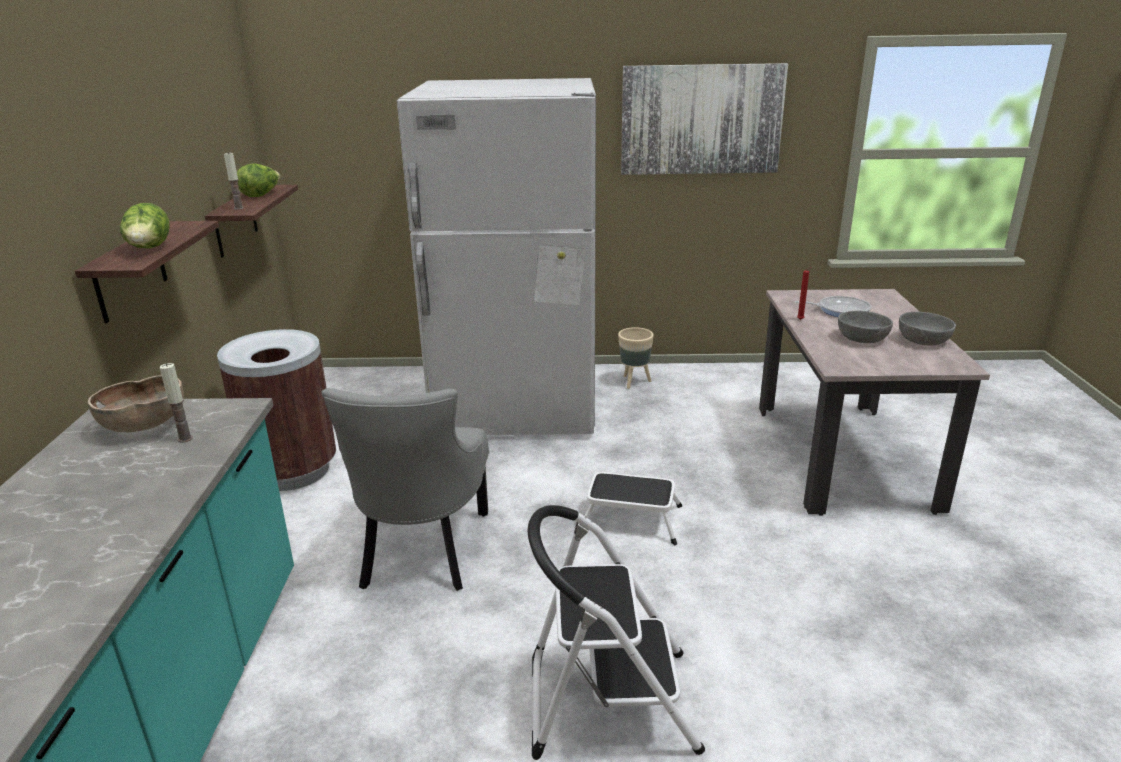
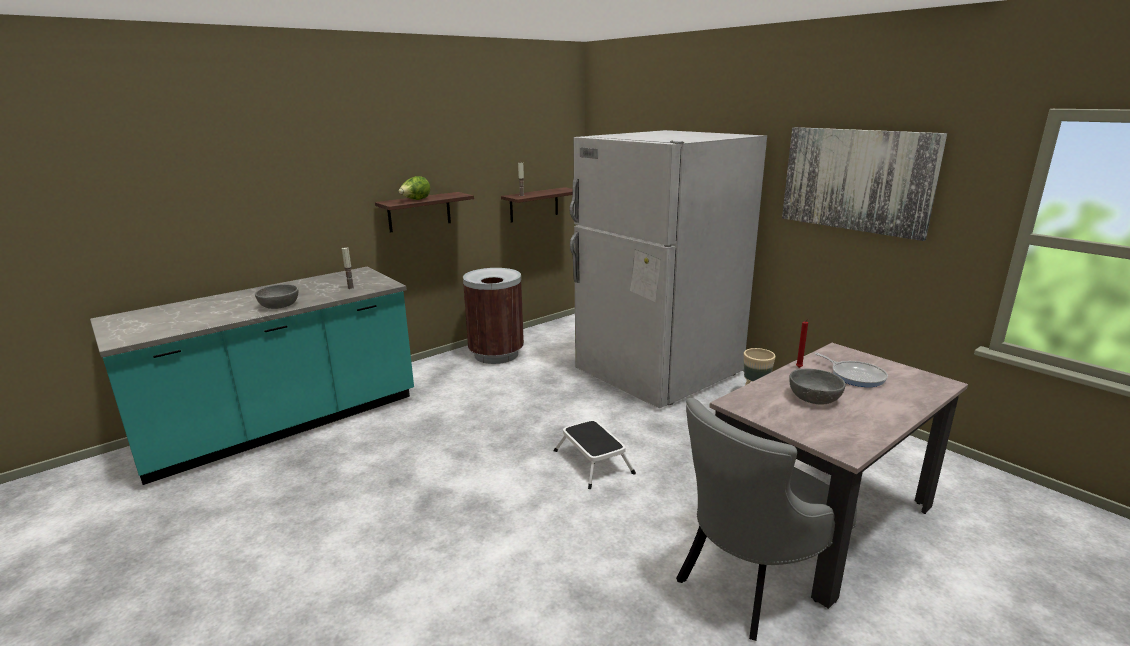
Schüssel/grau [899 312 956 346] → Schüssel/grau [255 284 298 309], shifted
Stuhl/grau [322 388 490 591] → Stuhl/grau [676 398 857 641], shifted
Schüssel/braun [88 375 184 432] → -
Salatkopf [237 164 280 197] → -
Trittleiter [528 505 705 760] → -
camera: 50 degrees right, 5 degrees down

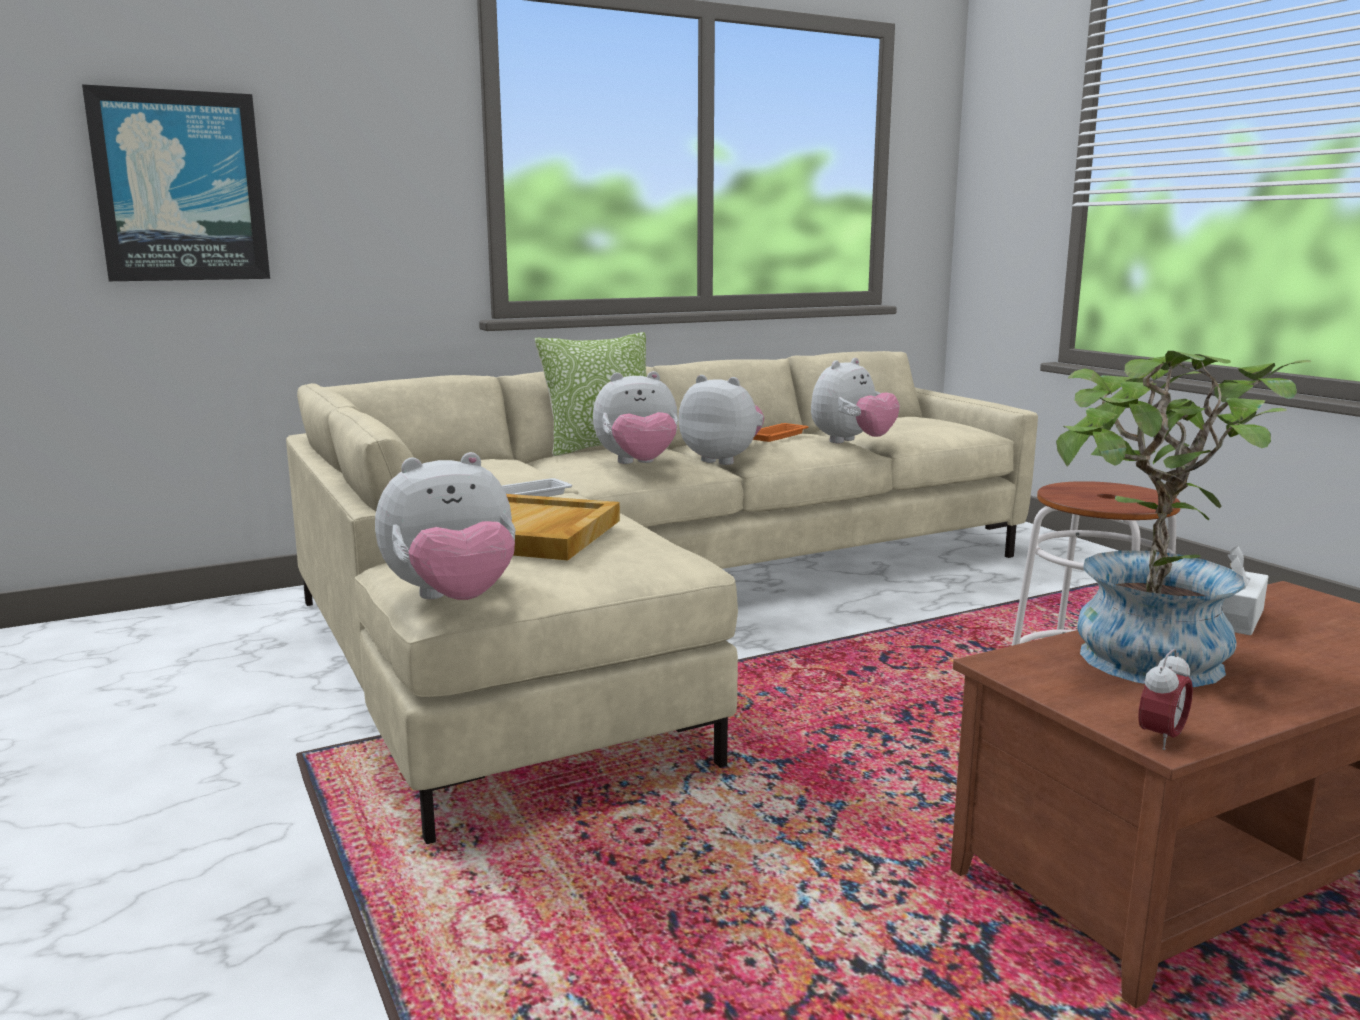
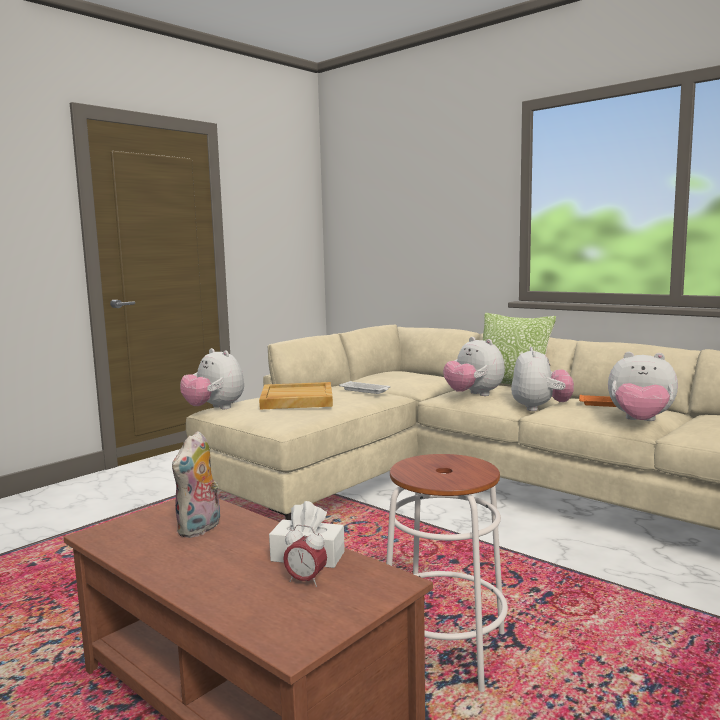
Topfpflanze [1056 351 1311 687] → Plüschtier [172 431 220 538]
Wecker [1138 649 1193 750] → Wecker [283 525 327 587], shifted
Bild [82 84 270 281] → -
camera: 70 degrees right, 5 degrees down

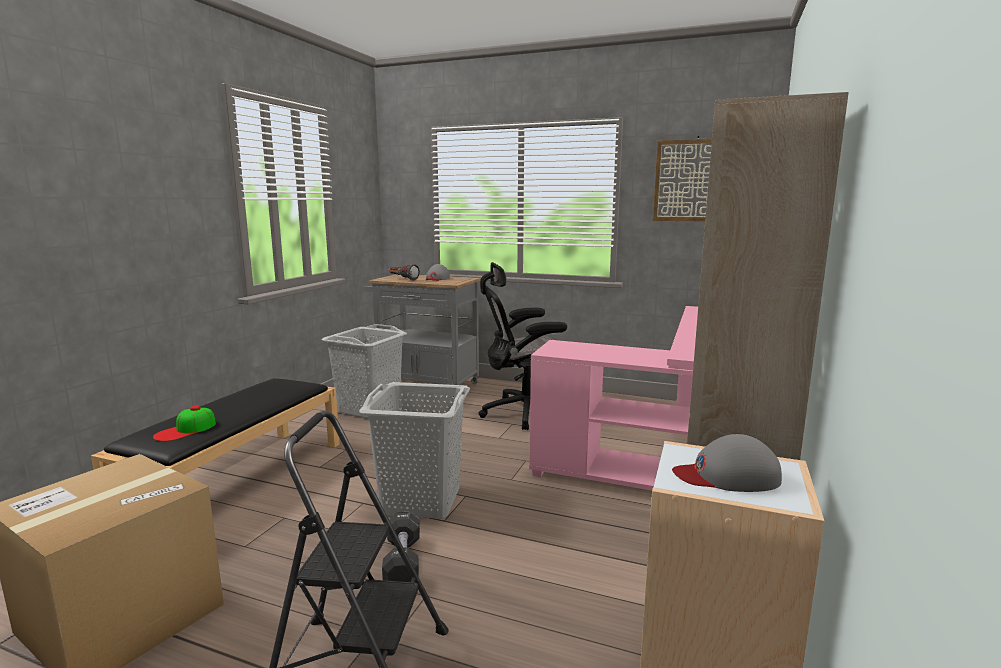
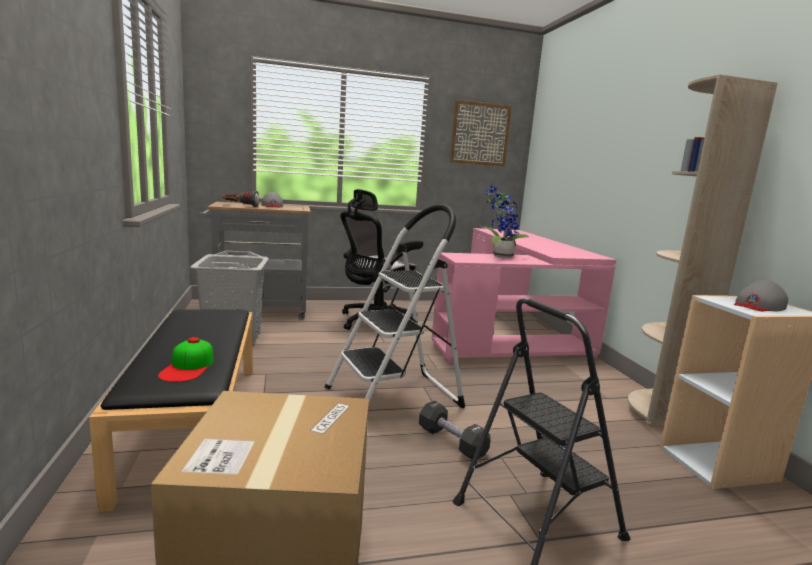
Wäschekorb/grau [359 382 470 519] → Trittleiter [325 204 465 408]
- → Topfpflanze [485 185 529 258]
camera: 35 degrees left, 0 degrees up

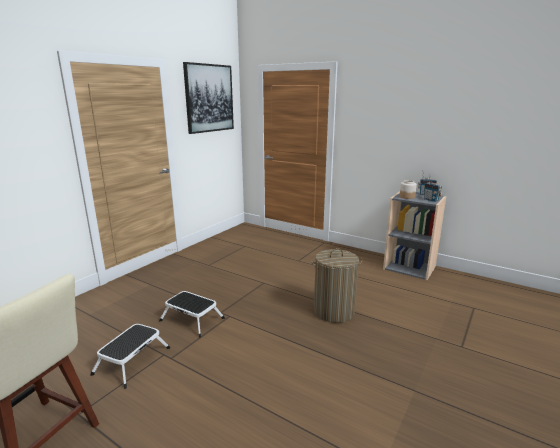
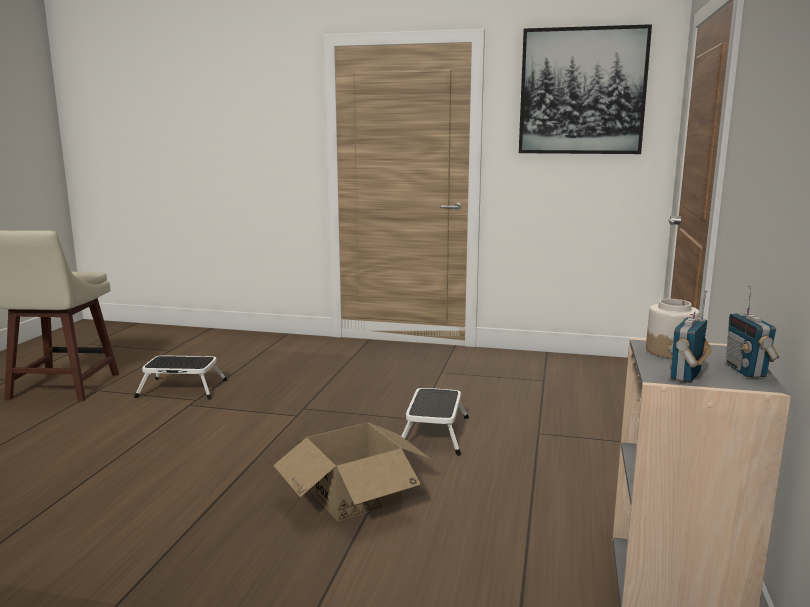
Wäschekorb [311 248 363 323] → Karton [273 422 433 521]
Trittleiter/schwarz [159 291 225 338] → Trittleiter/schwarz [402 388 469 456], shifted
camera: 70 degrees right, 5 degrees down

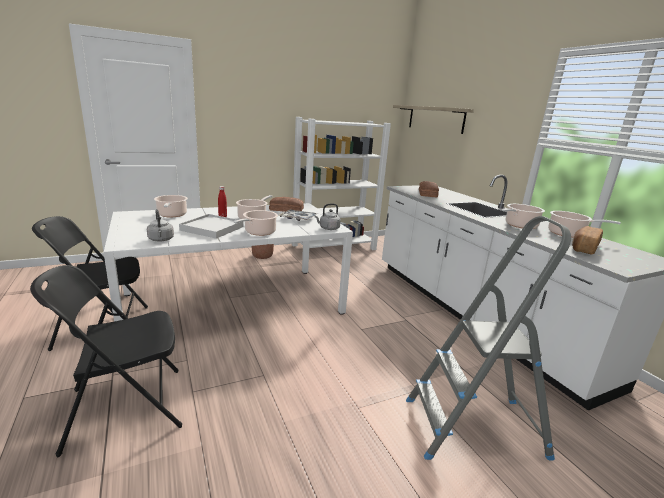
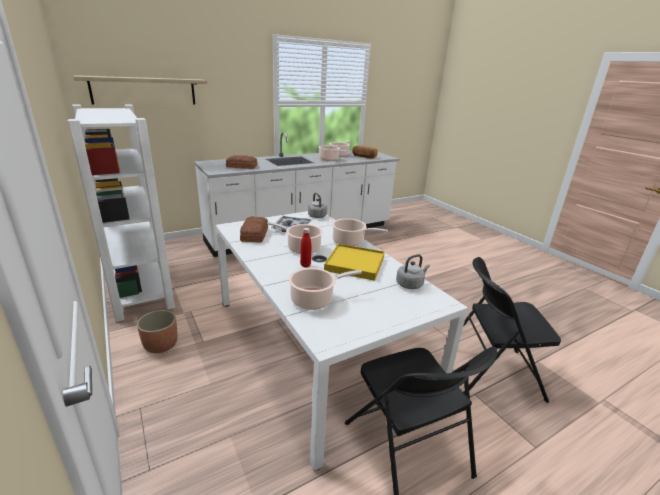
Tablett/weiß [179 214 243 239] → Tablett/gelb [324 244 385 281]
Stuhl/schwarz [30 265 182 457] → Stuhl/schwarz [463 257 561 403], 120 degrees clockwise
Trittleiter/grau [406 216 571 460] → -
camera: 95 degrees left, 5 degrees up

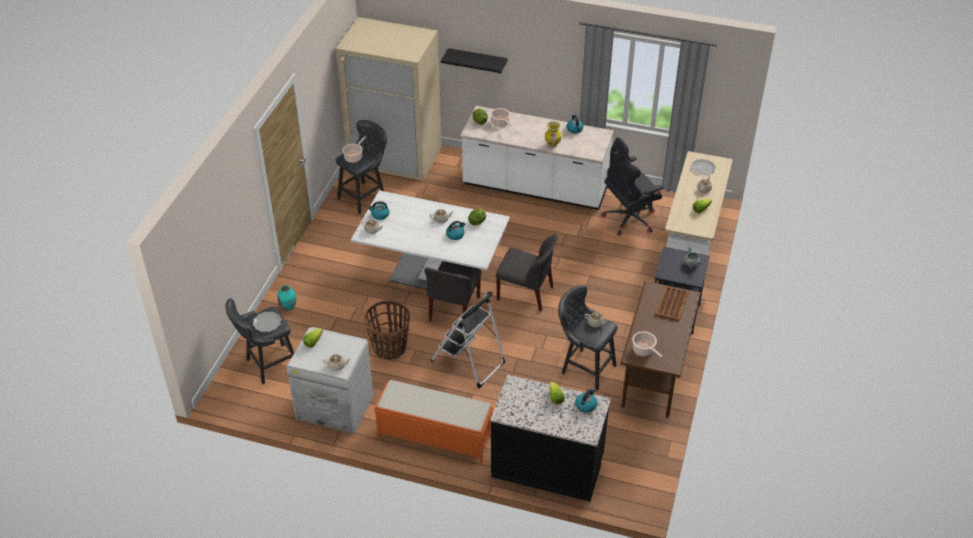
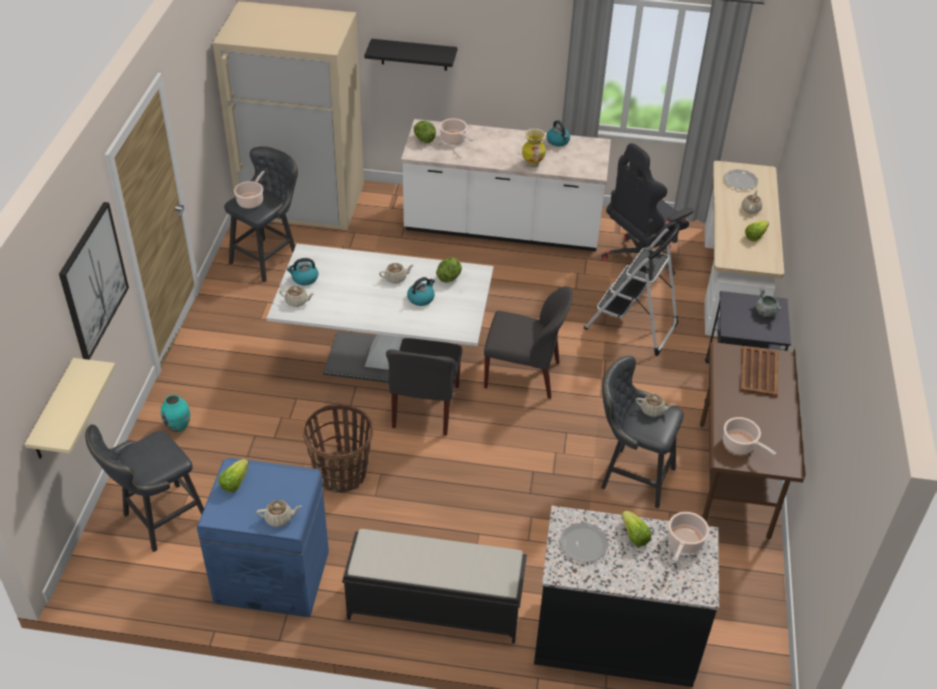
- → Wandregal/beige [25 358 116 459]
- → Bild [59 202 129 360]
Waschmaschine/weiß [287 327 373 434] → Waschmaschine/blau [197 458 329 617]
Bank/orange [374 380 494 464] → Bank/schwarz [342 529 527 644]
Teller [253 312 281 332] → Teller [560 522 609 563], shifted
Trittleiter [431 291 505 388] → Trittleiter [584 223 680 356], shifted
Wasserkessel [575 388 597 413] → Kochtopf [668 512 709 562]
camera: 10 degrees left, 0 degrees up

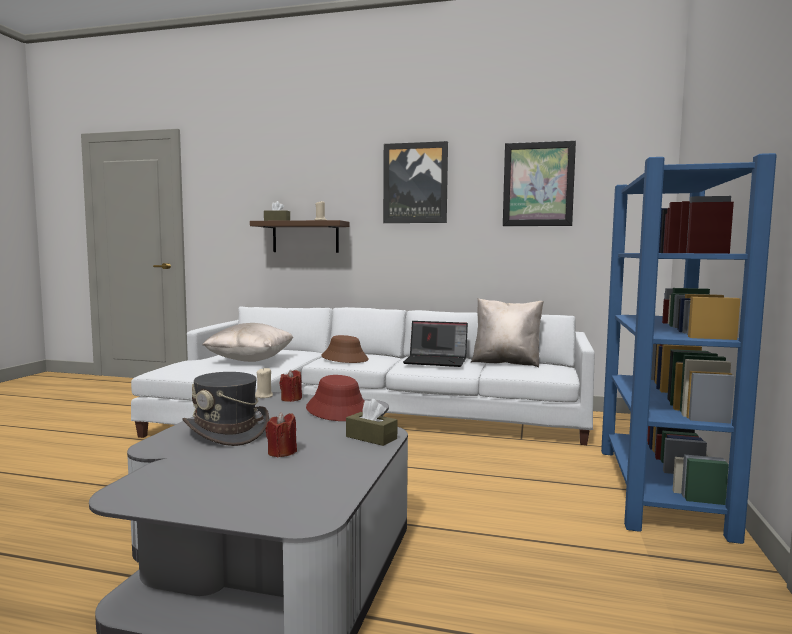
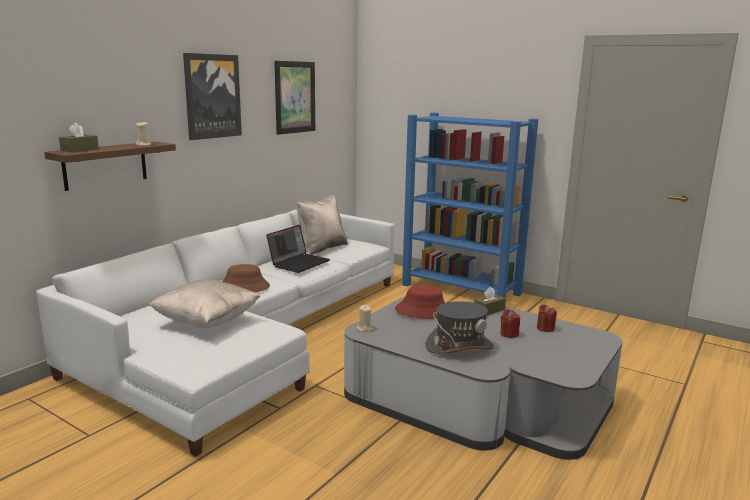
Kerze/rot [279 369 302 402] → Kerze/rot [537 304 557 332], shifted
camera: 70 degrees left, 10 degrees up

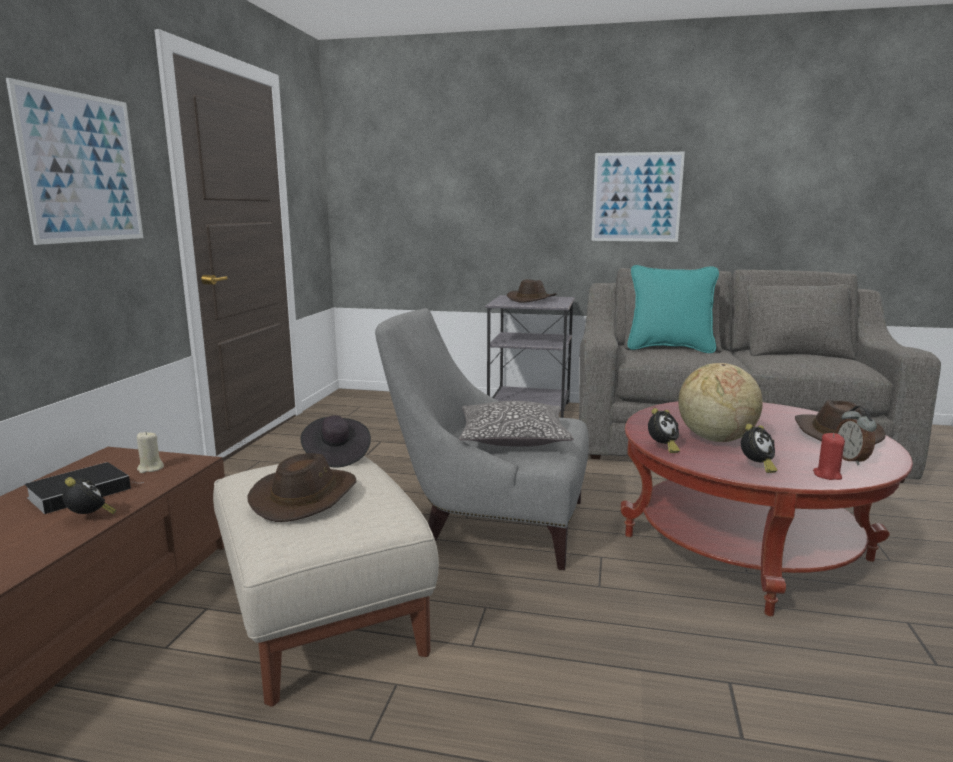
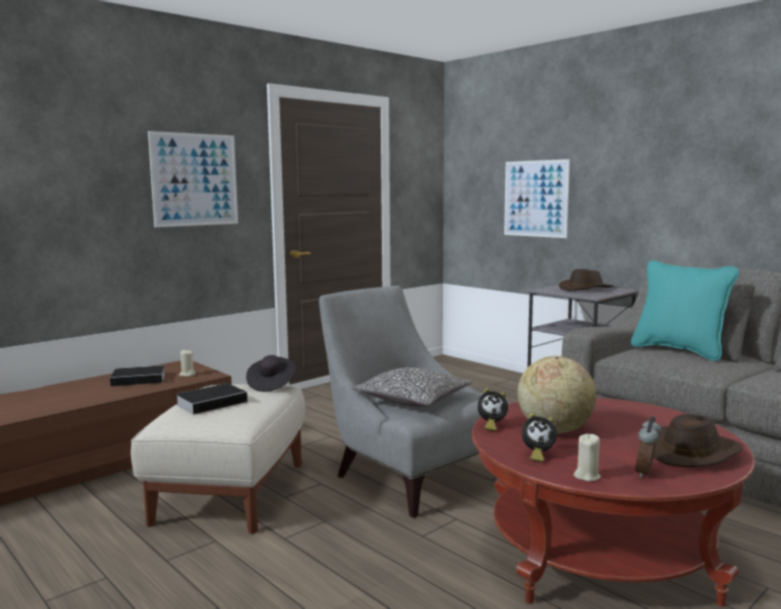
Hut/braun [247 453 356 522] → Buch [175 383 253 415]
Bild [591 152 685 242] → Bild [504 159 570 238], shifted
Kerze/rot [813 433 845 480] → Kerze/beige [574 434 601 482]
Wecker [62 477 117 514] → -
camera: 35 degrees right, 5 degrees down

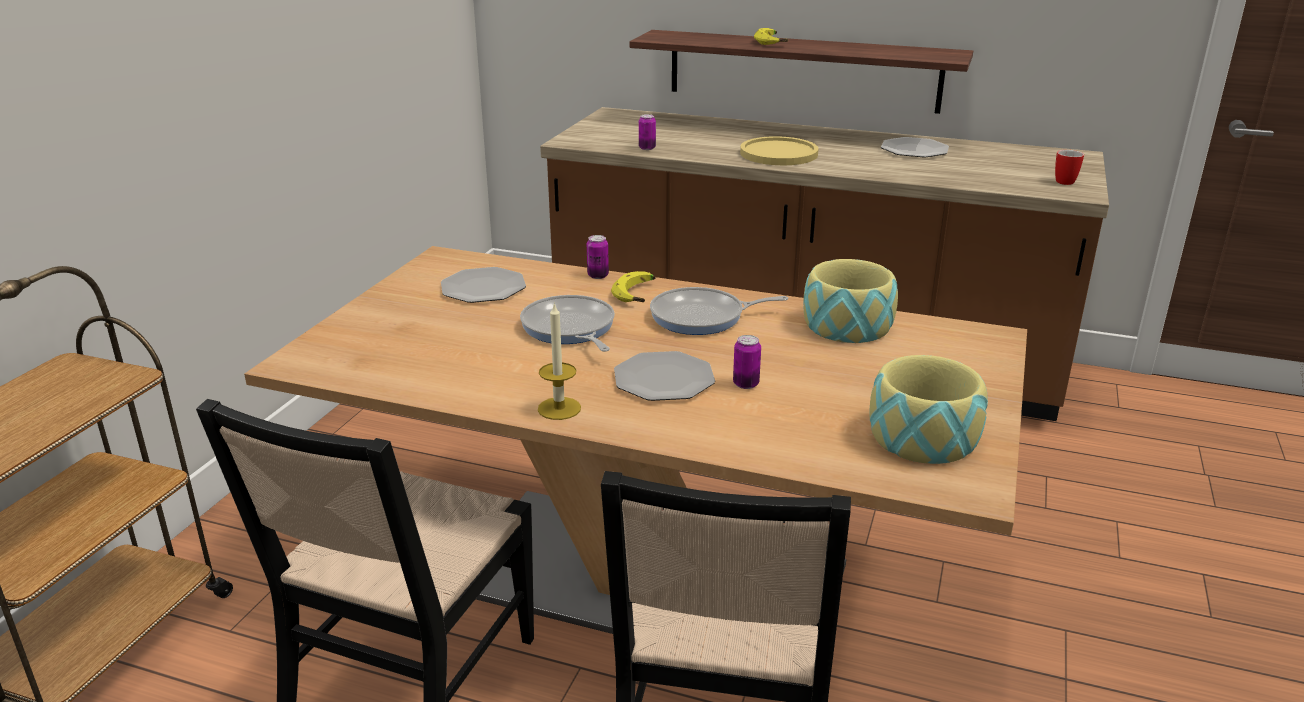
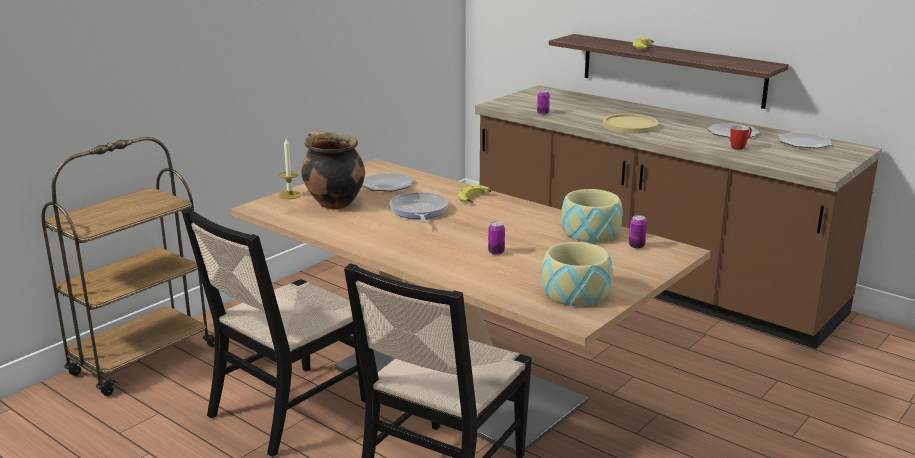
Kerze [538 302 581 420] → Kerze [279 139 301 199], shifted
- → Kochtopf [301 132 365 210]
Dose [587 235 609 279] → Dose [629 215 647 249], shifted
Henkelbecher [1055 150 1084 185] → Henkelbecher [730 125 752 150], shifted
Teller [614 351 715 401] → Teller [778 132 832 148], shifted
Pfanne [650 287 788 335] → -
camera: 20 degrees right, 5 degrees down

